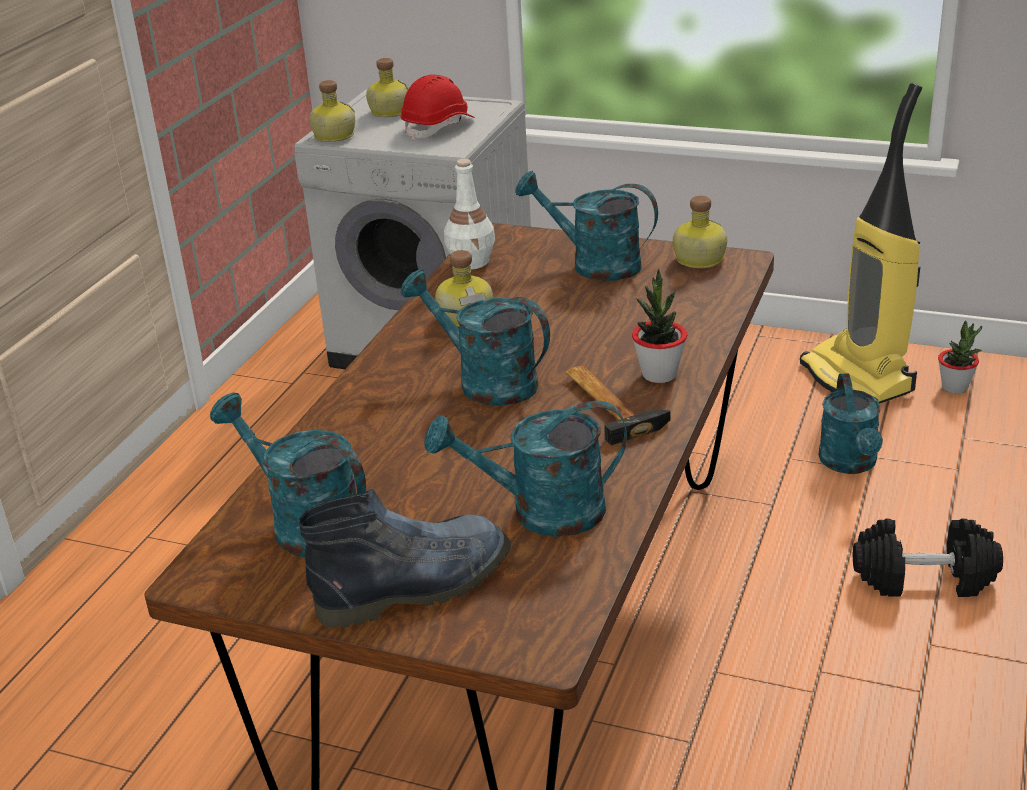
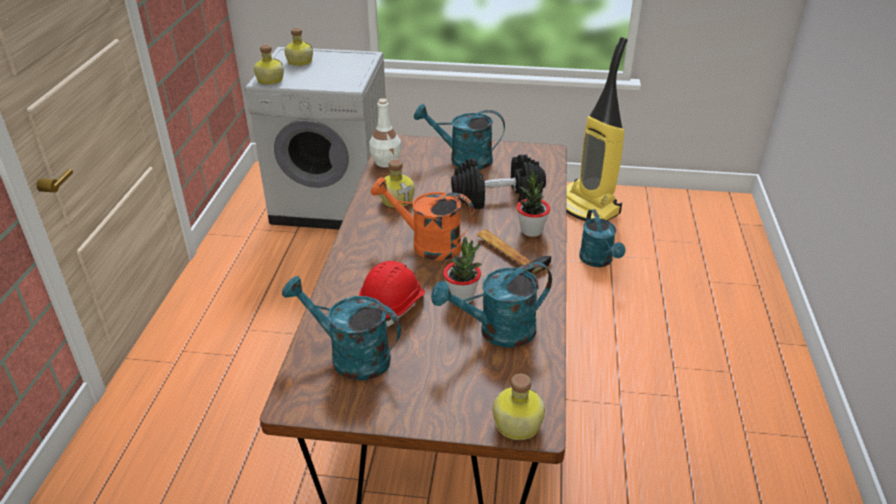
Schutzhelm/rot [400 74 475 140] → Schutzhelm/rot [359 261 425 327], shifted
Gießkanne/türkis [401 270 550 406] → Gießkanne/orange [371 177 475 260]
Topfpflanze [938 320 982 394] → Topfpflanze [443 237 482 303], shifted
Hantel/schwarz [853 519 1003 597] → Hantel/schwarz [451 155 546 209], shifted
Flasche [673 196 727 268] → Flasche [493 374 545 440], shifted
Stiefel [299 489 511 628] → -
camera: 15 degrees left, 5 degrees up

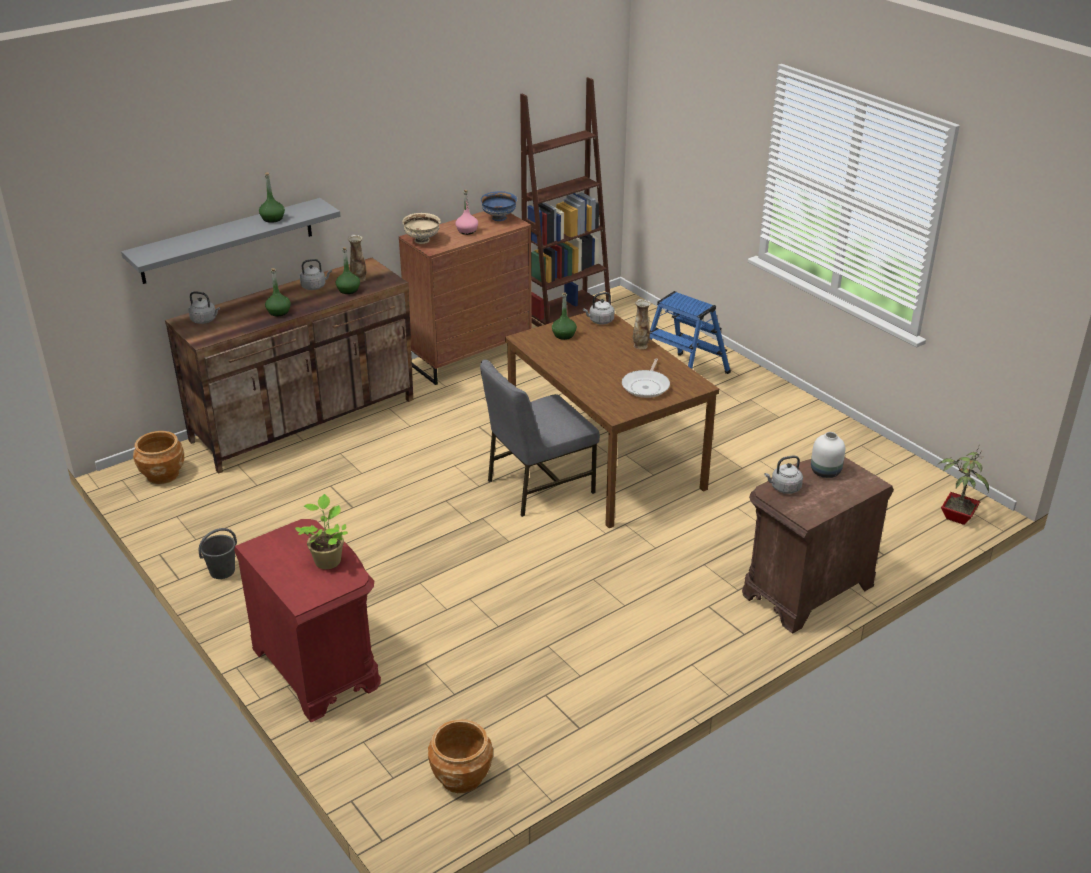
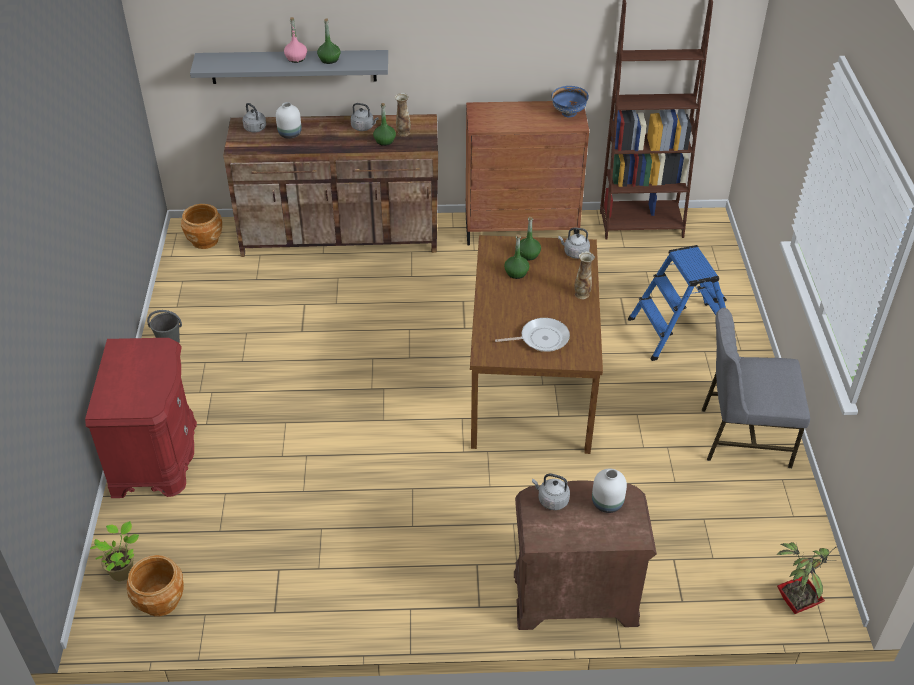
Topfpflanze [295 494 348 569] → Topfpflanze [90 521 139 581], shifted
- → Vase/weiß [276 102 302 139]
Flasche/rosa [455 190 478 235] → Flasche/rosa [284 17 307 63], shifted
Pfanne [622 358 670 398] → Pfanne [495 318 570 352], 150 degrees counterclockwise
Flasche/grün [265 268 291 316] → Flasche/grün [504 234 529 279], shifted
Stuhl/grau [480 360 600 517] → Stuhl/grau [702 308 810 468], shifted
Schüssel/beige [402 213 441 244] → -
camera: 35 degrees right, 10 degrees up

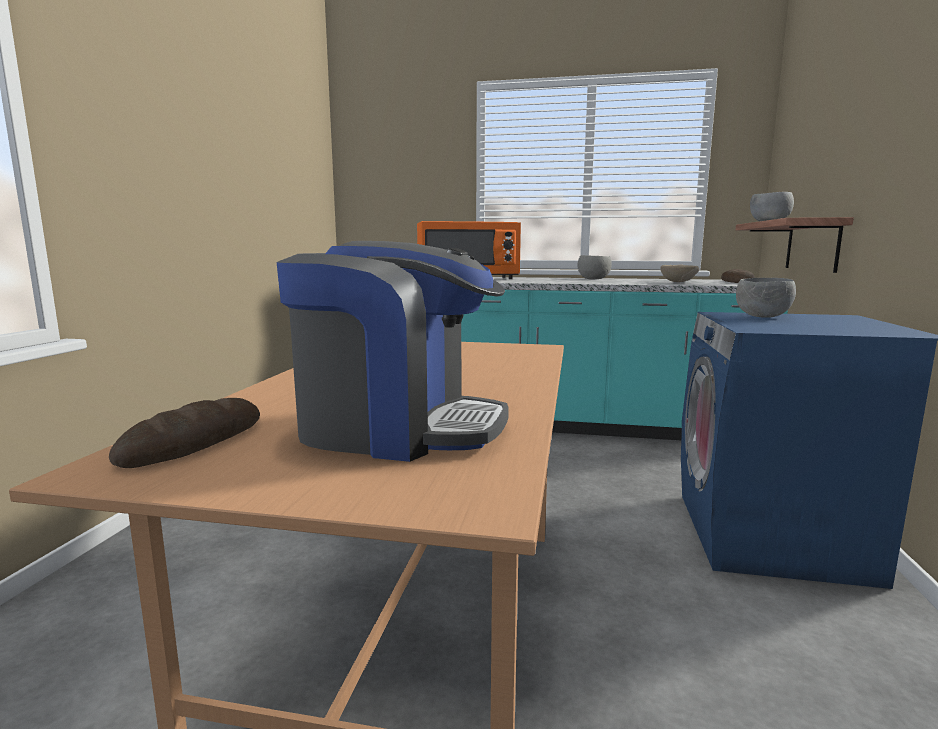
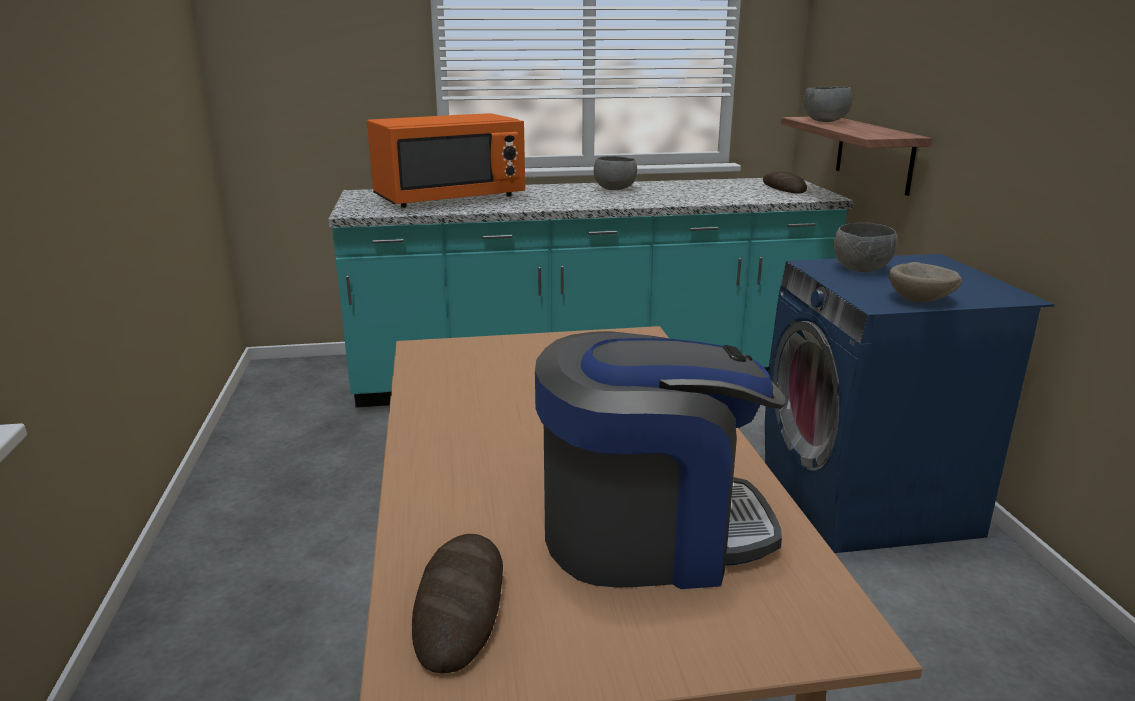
Schüssel/beige [660 264 699 282] → Schüssel/beige [889 262 962 302], shifted
camera: 20 degrees left, 10 degrees up

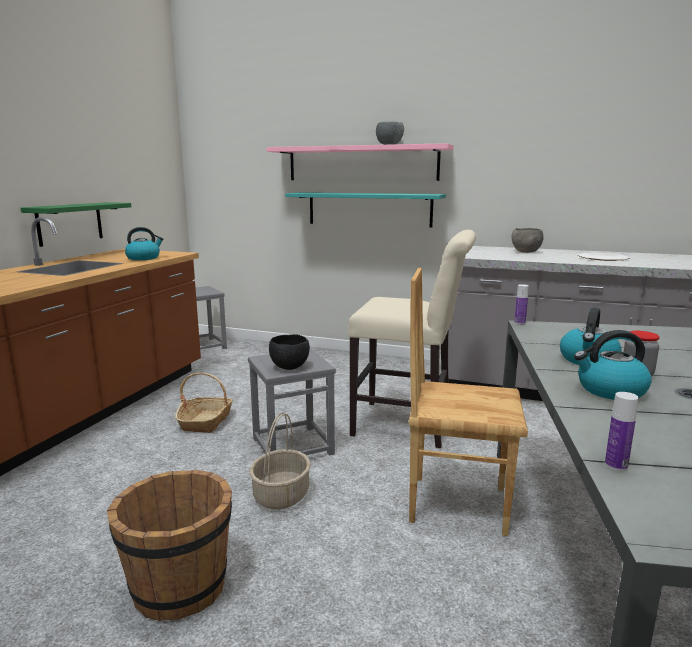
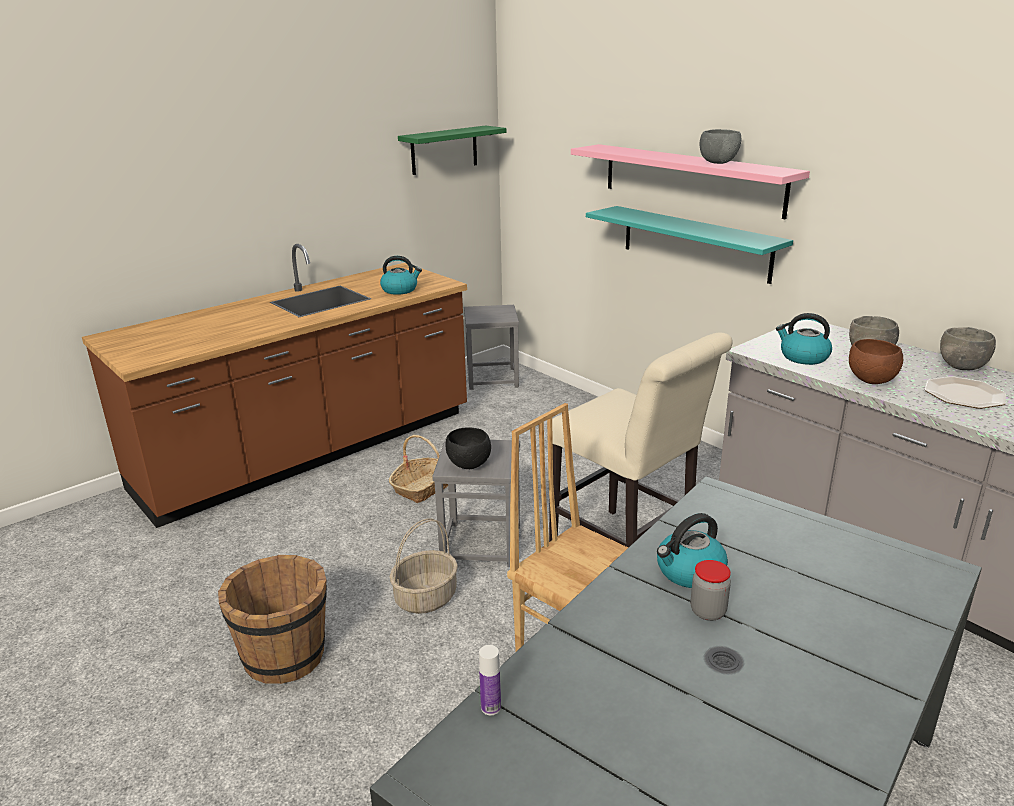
Wandregal/grün [20 202 131 247] → Wandregal/grün [398 126 506 175], shifted
Wasserkessel [574 330 652 400] → Wasserkessel [776 313 832 365], shifted
- → Schüssel/braun [849 339 903 384]
- → Schüssel/grau [940 327 996 370]
Flasche [514 284 529 325] → -
camera: 30 degrees right, 10 degrees up

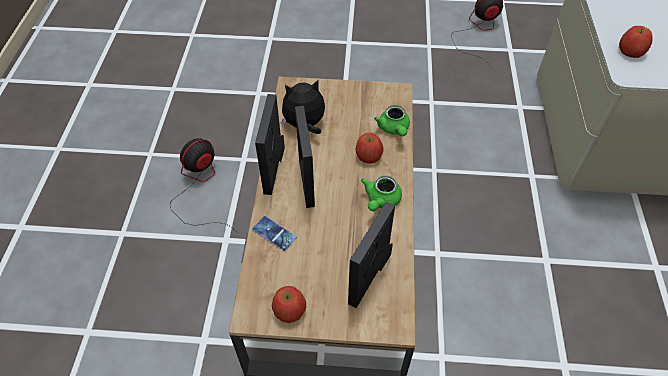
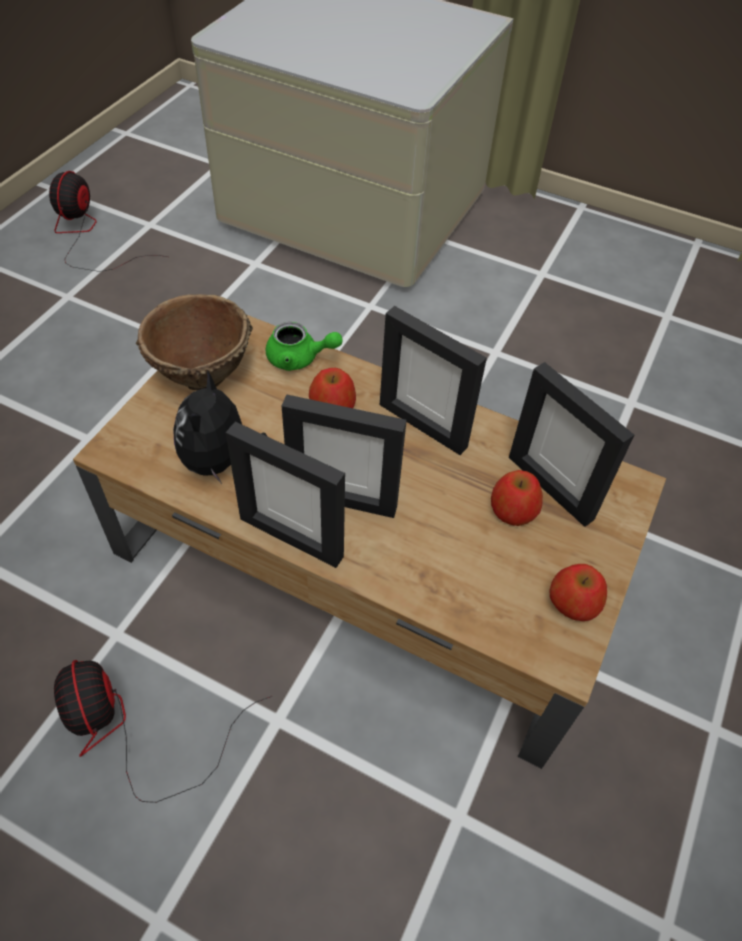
- → Schüssel/braun [136 294 253 390]
Teekanne/grün [361 175 402 211] → Bilderrahmen [380 306 487 455]
Apfel [619 26 653 58] → Apfel [491 470 543 526], shifted
Handy [252 216 297 251] → -
camera: 70 degrees left, 0 degrees up

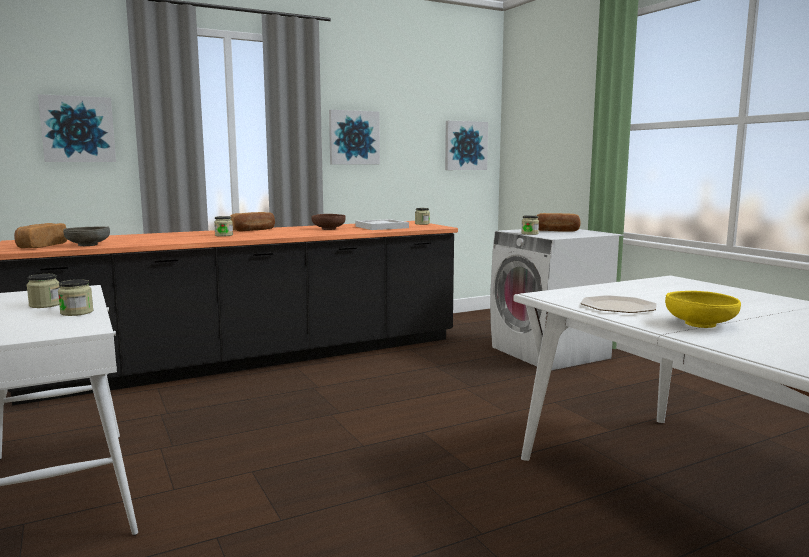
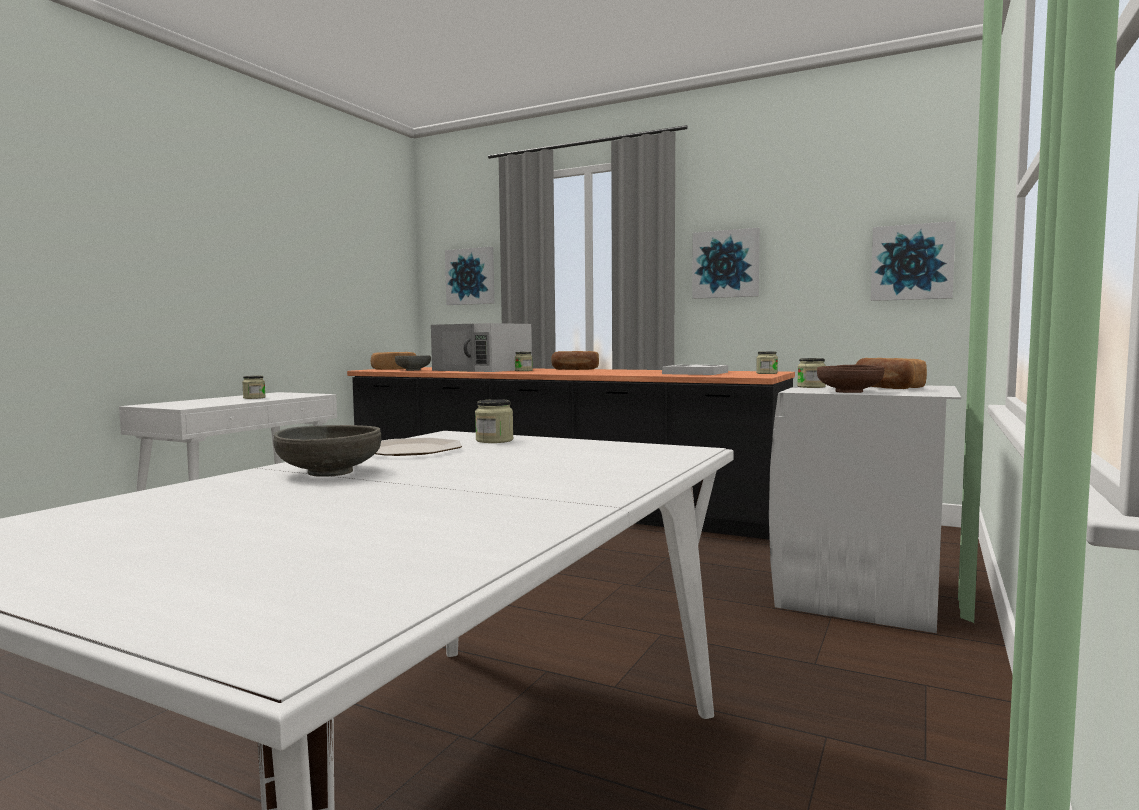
Schüssel/gelb [665 291 741 328] → Schüssel/grau [273 425 381 477]
- → Mikrowelle/weiß [431 323 532 372]
Vorratsglas [58 279 93 316] → Vorratsglas [475 399 513 443], shifted
Schüssel/braun [311 214 346 230] → Schüssel/braun [817 365 884 393], shifted
camera: 55 degrees right, 5 degrees down

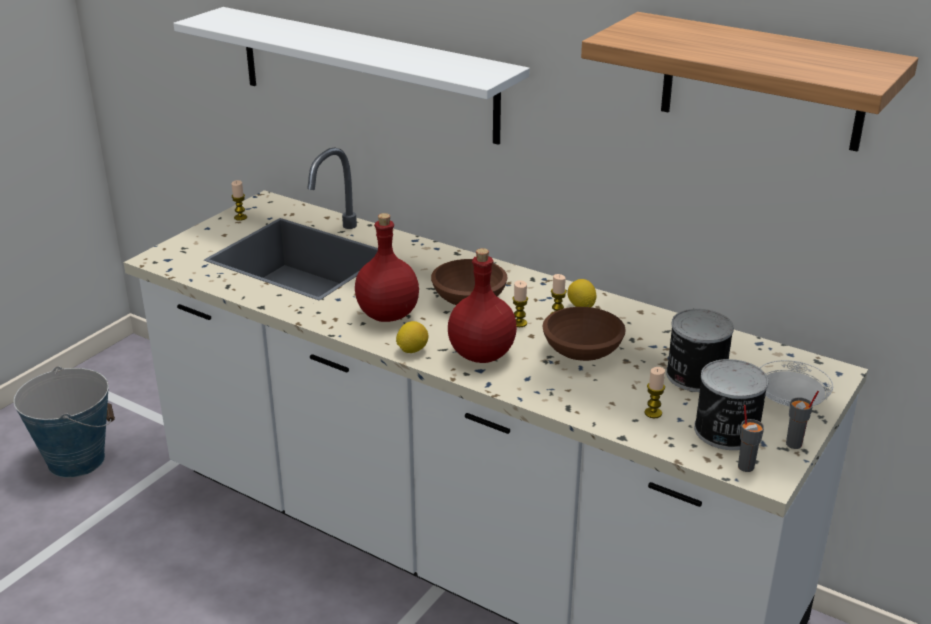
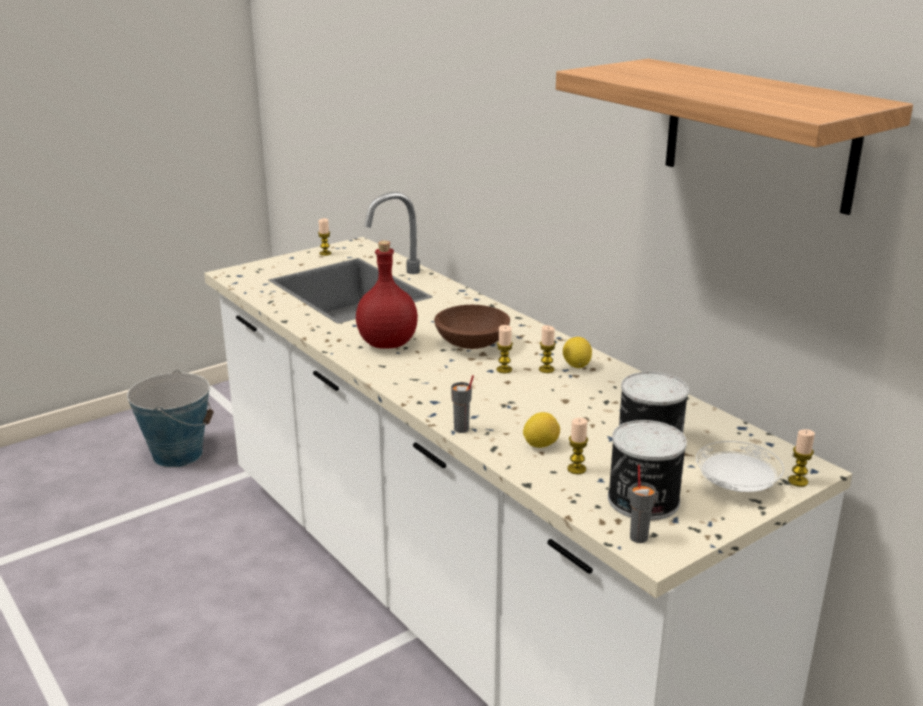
Tasse/grau [786 391 819 449] → Tasse/grau [451 375 474 433], shifted
Zitrone [396 321 428 353] → Zitrone [523 412 560 448], shifted
- → Kerze [788 429 815 487]
Wandregal/weiß [173 7 530 145] → -
Flasche/rot [448 248 517 363] → -
Schüssel/braun [543 307 626 361] → -
camera: 20 degrees right, 5 degrees down

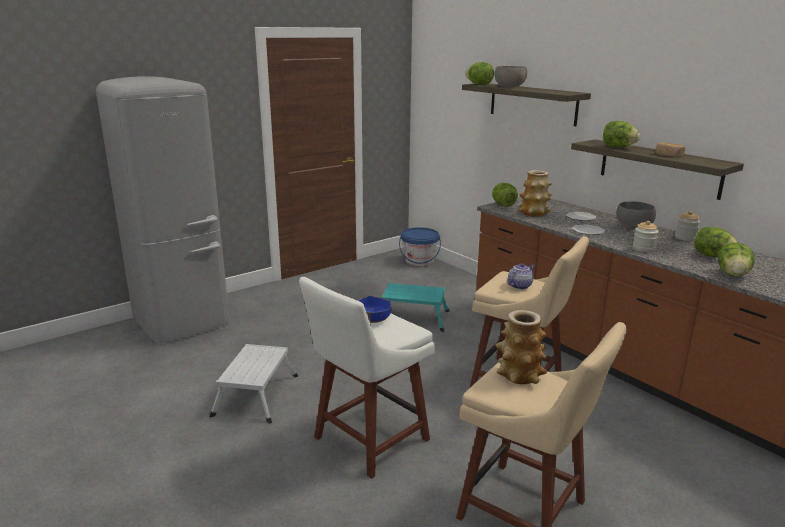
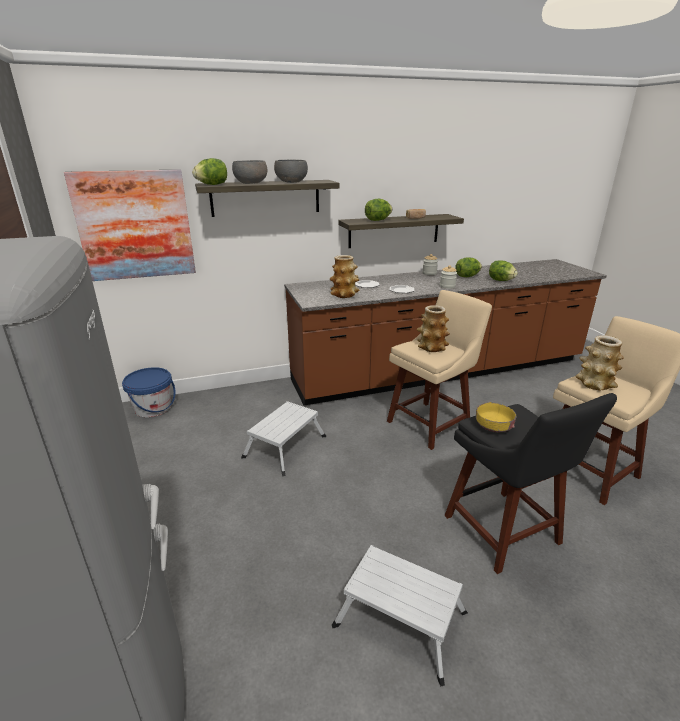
- → Bild [64 169 196 281]
Trittleiter/türkis [381 283 450 332] → Trittleiter/weiß [241 401 326 476]
Schüssel/grau [616 201 656 230] → Schüssel/grau [274 160 308 183], shifted
Teekanne [507 263 535 289] → Vase [417 305 450 352]
Hocker/weiß [299 277 435 479] → Hocker/schwarz [444 393 617 574]
Schüssel/blau [357 295 392 323] → Schüssel/gelb [476 402 517 432]
Salatkopf [492 183 518 207] → -
camera: 70 degrees left, 5 degrees up

